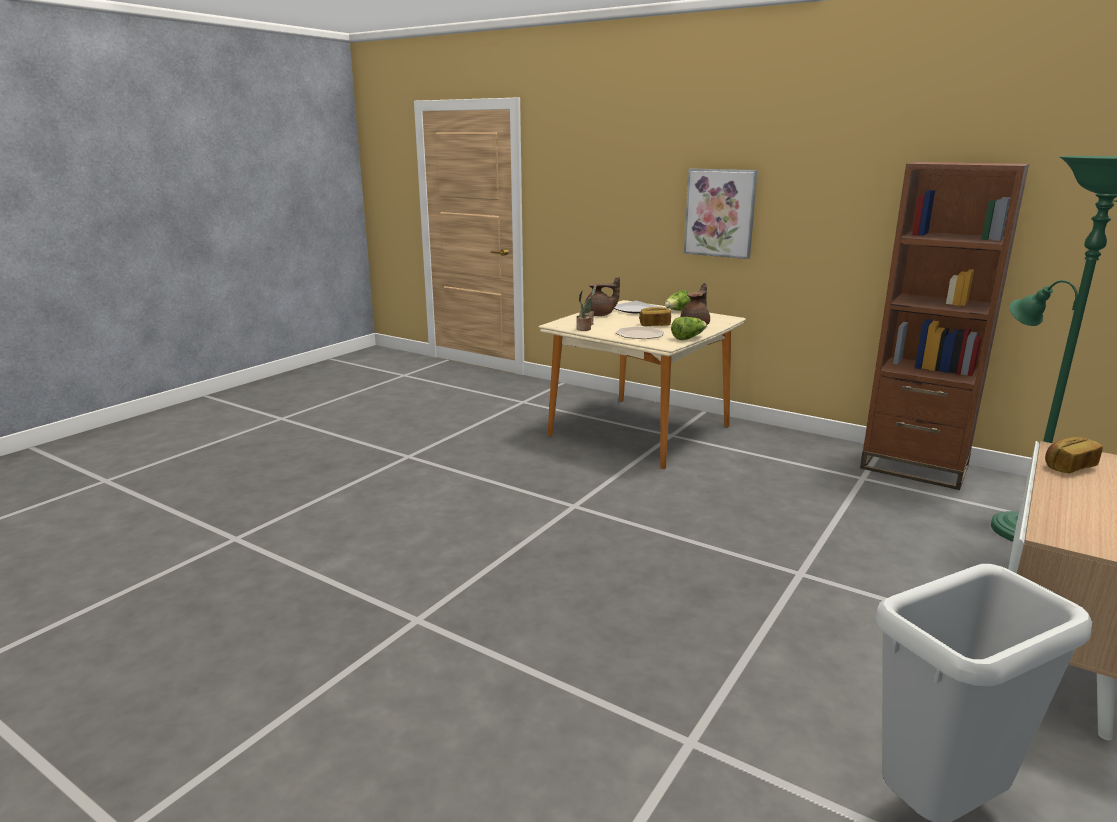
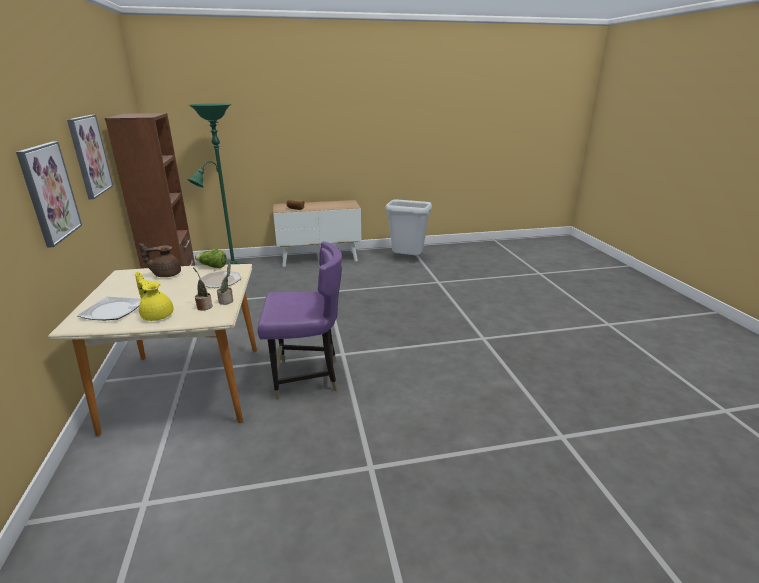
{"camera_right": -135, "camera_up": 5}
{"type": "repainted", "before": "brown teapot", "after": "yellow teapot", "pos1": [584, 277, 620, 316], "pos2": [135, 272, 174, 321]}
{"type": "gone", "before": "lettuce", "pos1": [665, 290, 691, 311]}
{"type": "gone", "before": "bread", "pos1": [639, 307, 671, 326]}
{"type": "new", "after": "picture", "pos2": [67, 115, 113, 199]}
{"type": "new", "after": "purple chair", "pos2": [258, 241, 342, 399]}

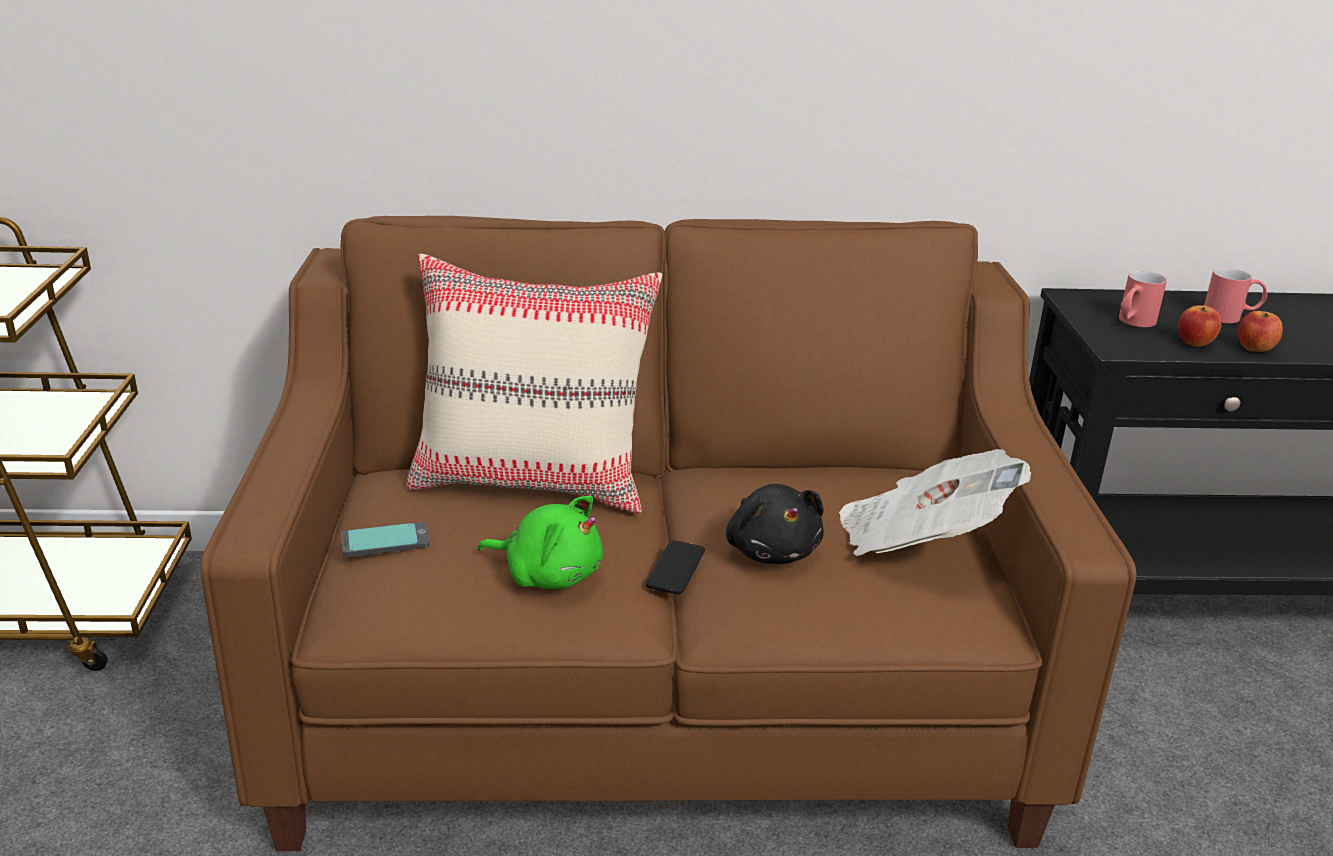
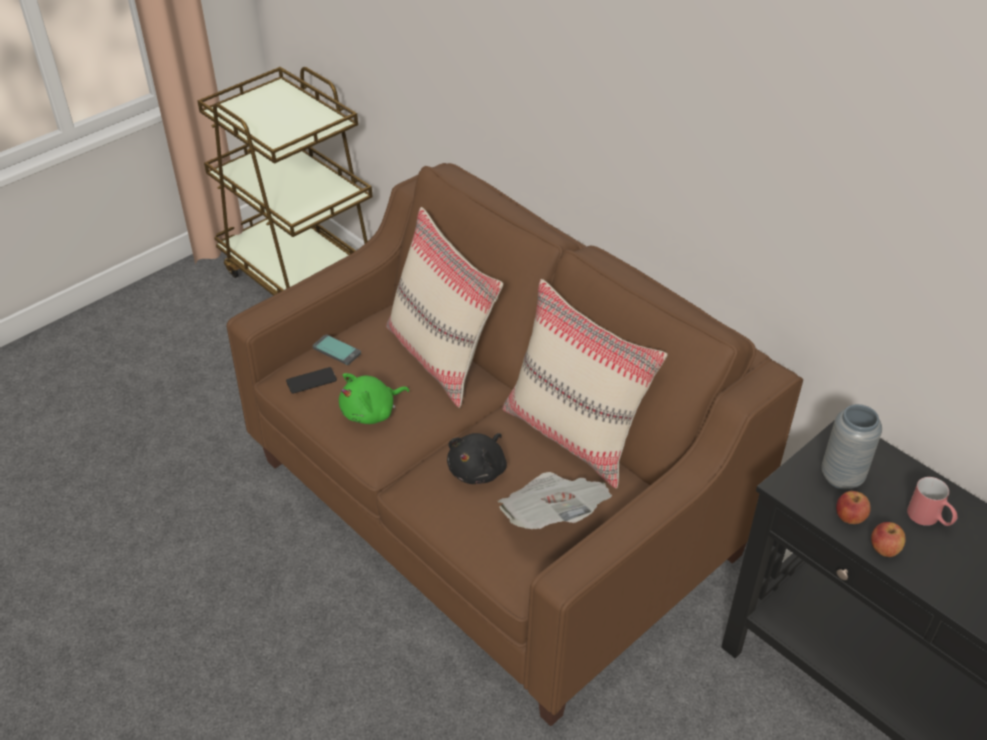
{"camera_right": 50, "camera_up": 15}
{"type": "swapped", "before": "red mug", "after": "grey vase", "pos1": [1119, 270, 1167, 327], "pos2": [821, 404, 882, 489]}
{"type": "rotated", "before": "green plush toy", "pos1": [478, 496, 603, 589], "pos2": [339, 373, 409, 424], "turn": 75}
{"type": "shifted", "before": "phone", "pos1": [646, 540, 705, 594], "pos2": [286, 367, 337, 394]}
{"type": "new", "after": "beige pillow", "pos2": [502, 279, 667, 489]}

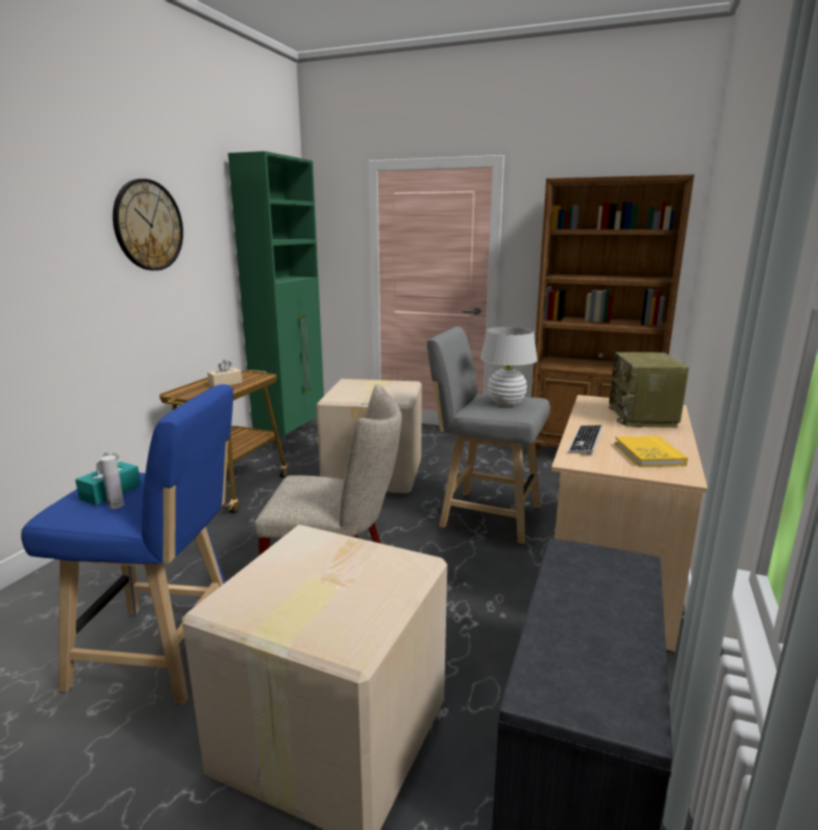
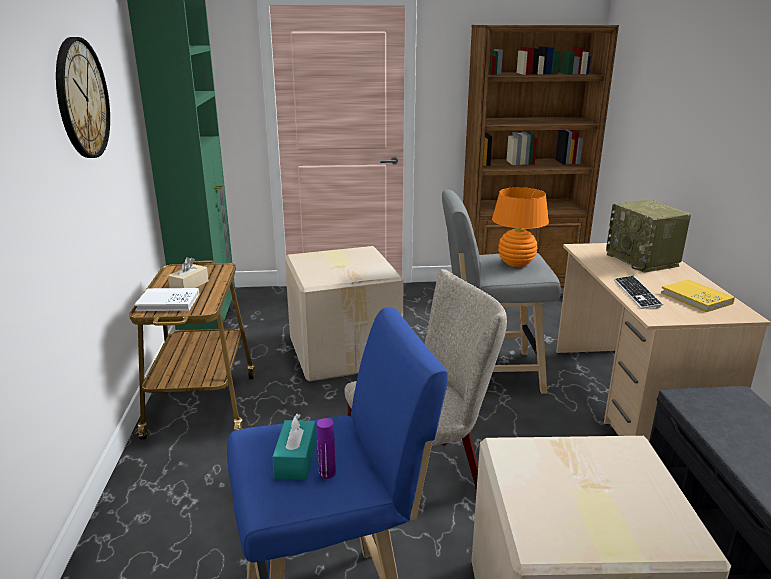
{"camera_right": -25, "camera_up": 5}
{"type": "repainted", "before": "white table lamp", "after": "orange table lamp", "pos1": [480, 327, 537, 406], "pos2": [492, 187, 549, 267]}
{"type": "repainted", "before": "white bottle", "after": "purple bottle", "pos1": [100, 455, 124, 509], "pos2": [317, 418, 336, 479]}
{"type": "new", "after": "white book", "pos2": [134, 288, 199, 311]}

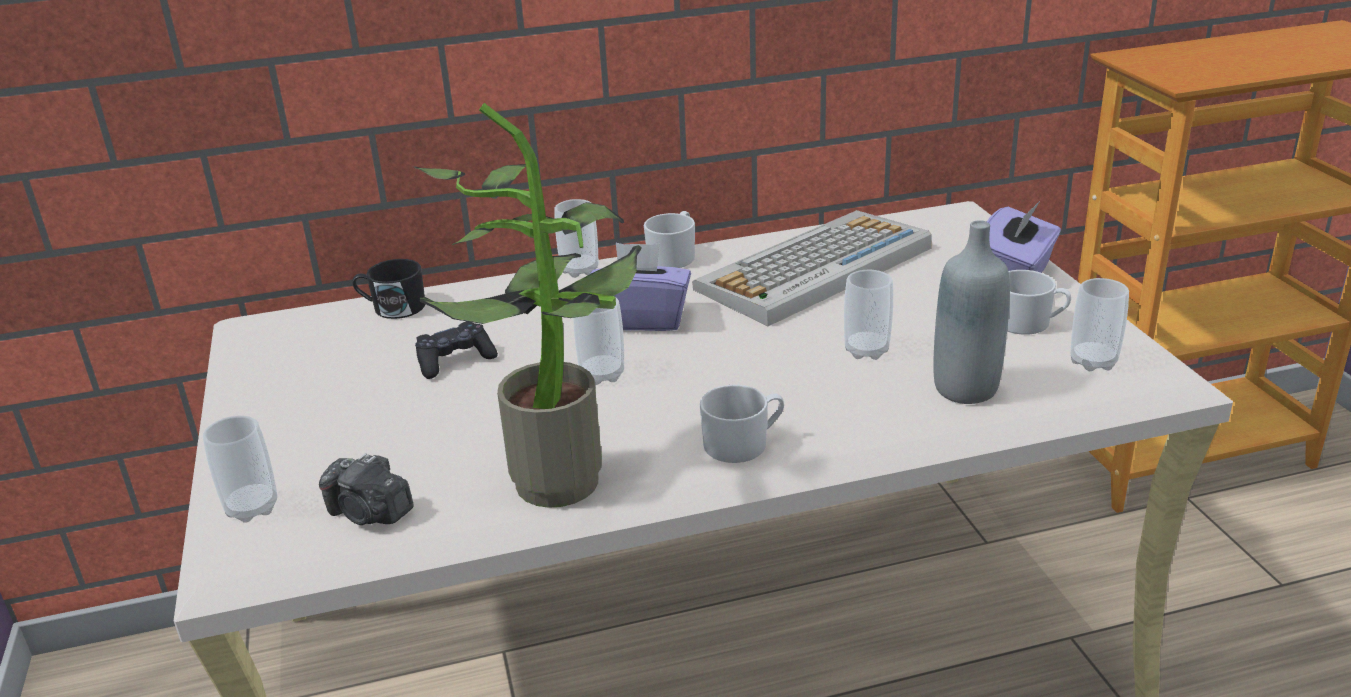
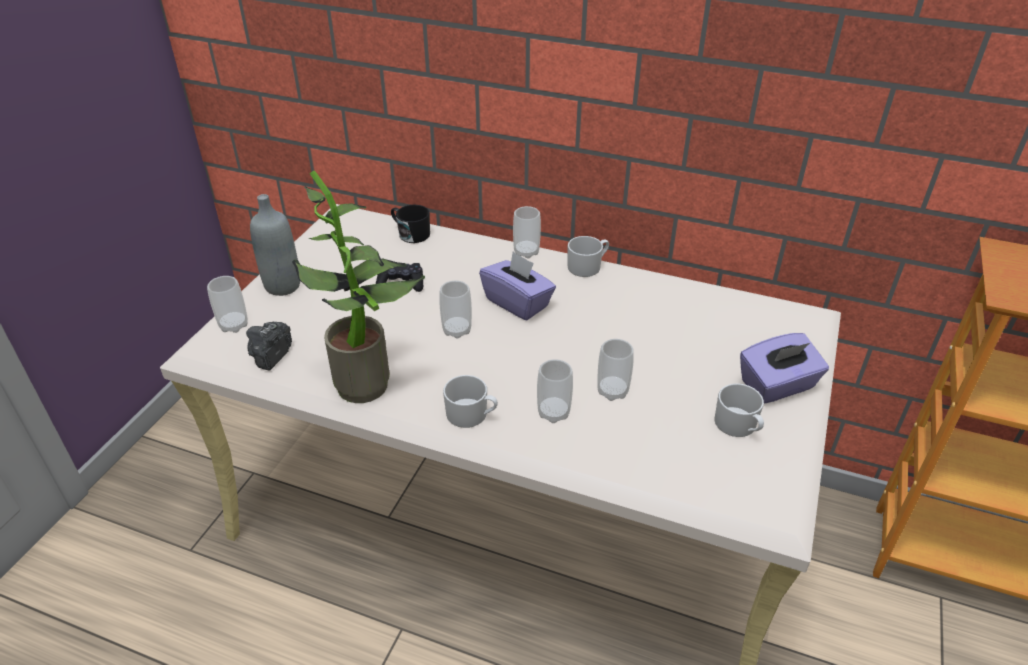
{"camera_right": 35, "camera_up": 10}
{"type": "gone", "before": "keyboard", "pos1": [692, 210, 932, 326]}
{"type": "shifted", "before": "grey bottle", "pos1": [933, 220, 1010, 404], "pos2": [250, 194, 300, 296]}
{"type": "shifted", "before": "cup", "pos1": [1070, 278, 1129, 371], "pos2": [537, 359, 573, 423]}
{"type": "rotated", "before": "photo camera", "pos1": [319, 453, 414, 525], "pos2": [246, 322, 292, 371], "turn": 45}

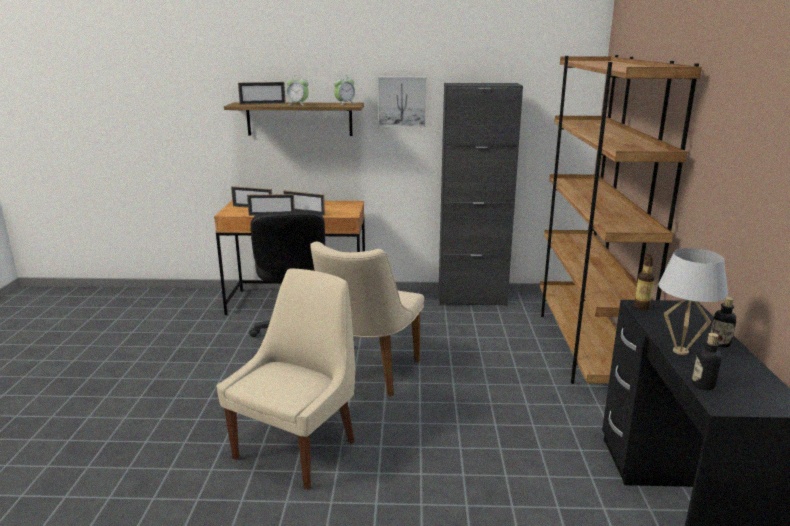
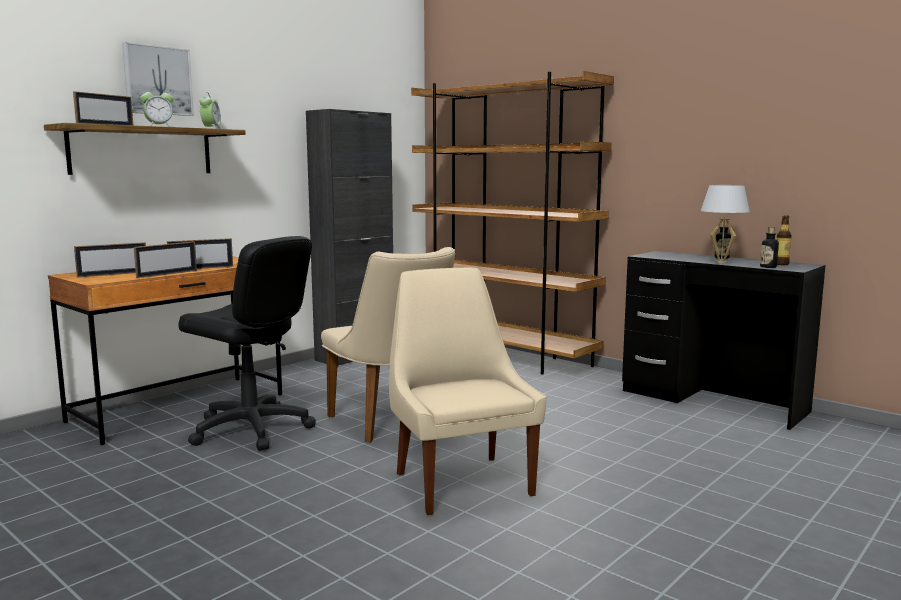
{"camera_right": -50, "camera_up": -10}
{"type": "shifted", "before": "picture", "pos1": [378, 77, 427, 127], "pos2": [122, 42, 194, 116]}
{"type": "shifted", "before": "bottle", "pos1": [634, 255, 655, 310], "pos2": [777, 215, 791, 265]}

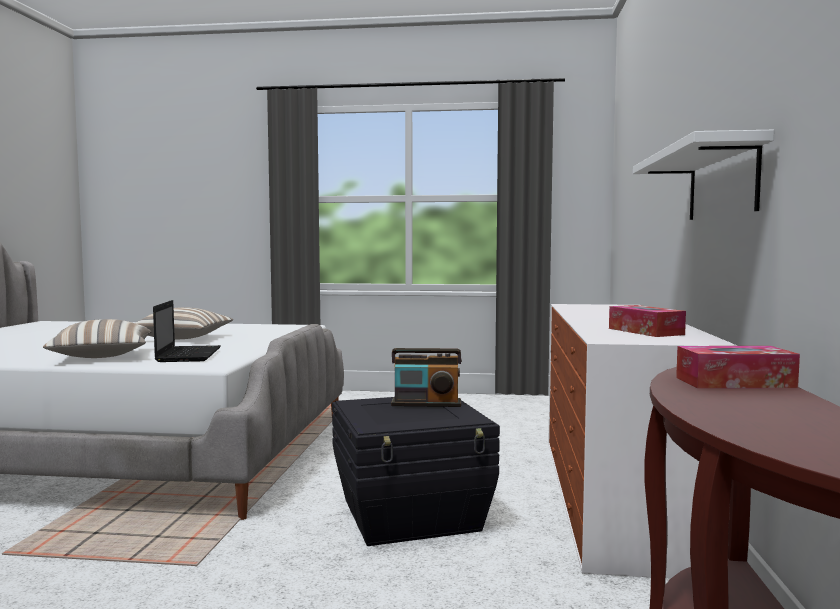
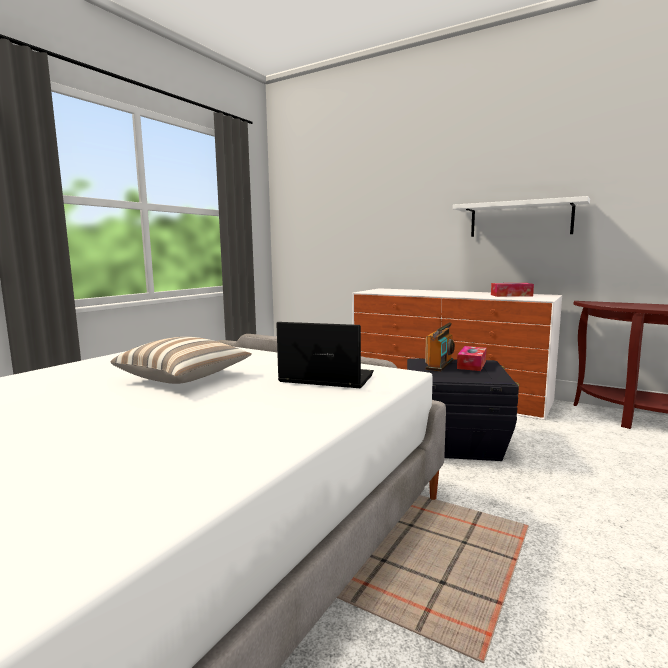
{"camera_right": -65, "camera_up": 5}
{"type": "gone", "before": "pillow", "pos1": [43, 319, 151, 358]}
{"type": "shifted", "before": "tissue box", "pos1": [676, 346, 800, 388], "pos2": [457, 346, 487, 371]}

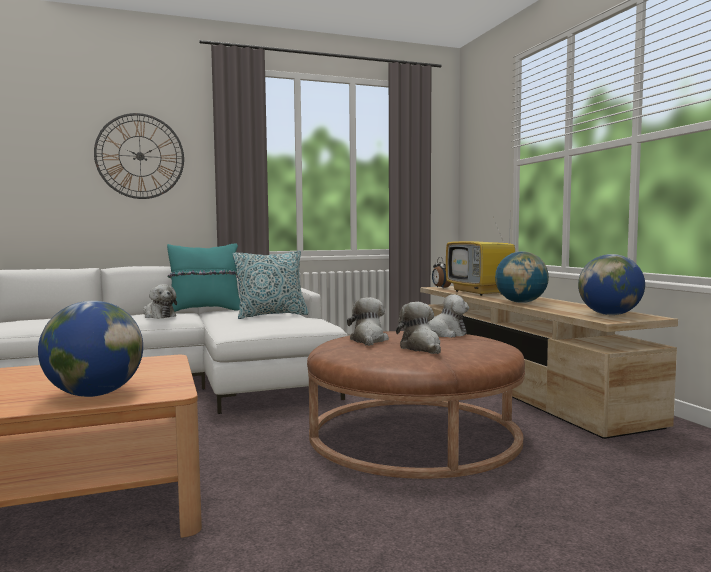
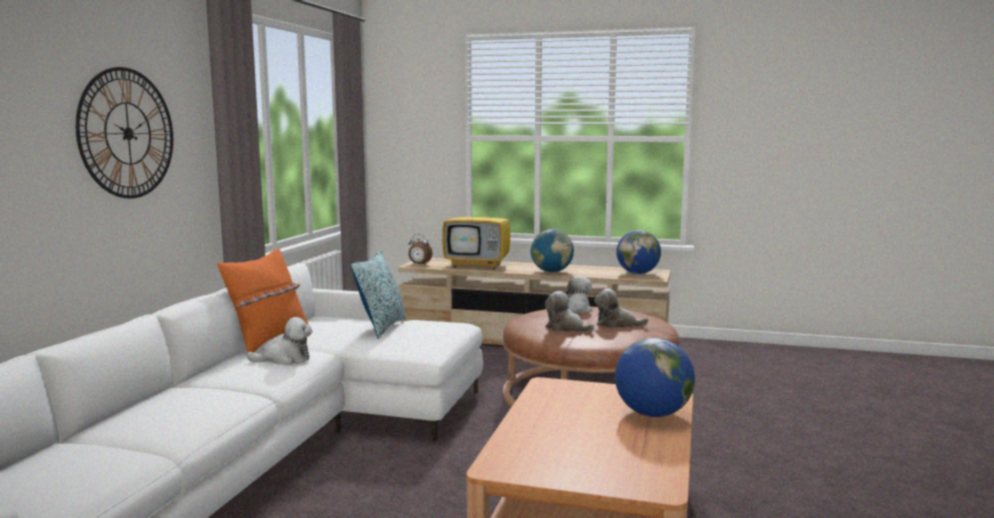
{"camera_right": -55, "camera_up": 5}
{"type": "repainted", "before": "turquoise pillow", "after": "orange pillow", "pos1": [167, 243, 240, 312], "pos2": [218, 248, 308, 353]}

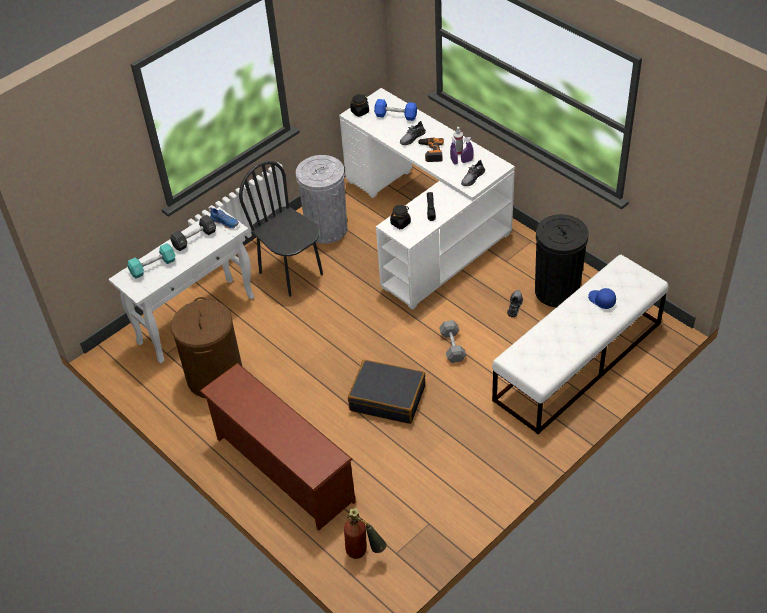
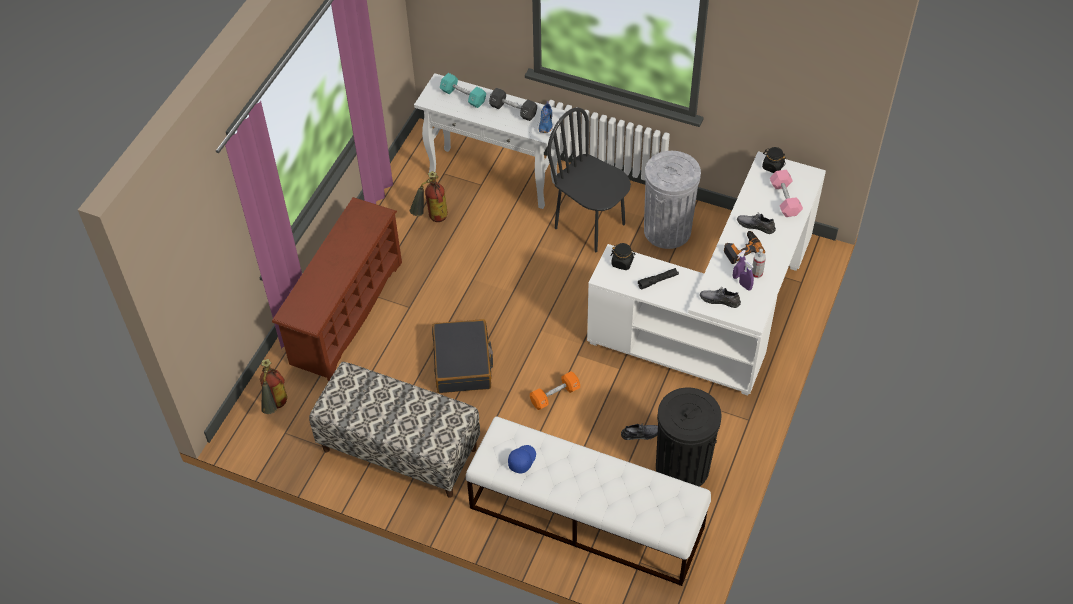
{"camera_right": 65, "camera_up": 5}
{"type": "repainted", "before": "blue dumbbell", "after": "pink dumbbell", "pos1": [374, 99, 417, 121], "pos2": [770, 170, 803, 217]}
{"type": "rotated", "before": "black chair", "pos1": [239, 161, 323, 297], "pos2": [547, 108, 631, 252], "turn": -75}
{"type": "shifted", "before": "blue cap", "pos1": [588, 288, 616, 309], "pos2": [508, 445, 536, 474]}
{"type": "swapped", "before": "brown laundry basket", "after": "fire extinguisher", "pos1": [171, 297, 242, 398], "pos2": [410, 171, 448, 222]}
{"type": "repainted", "before": "grey dumbbell", "after": "orange dumbbell", "pos1": [439, 320, 466, 363], "pos2": [530, 371, 580, 410]}
{"type": "new", "after": "bench", "pos2": [309, 362, 480, 498]}

